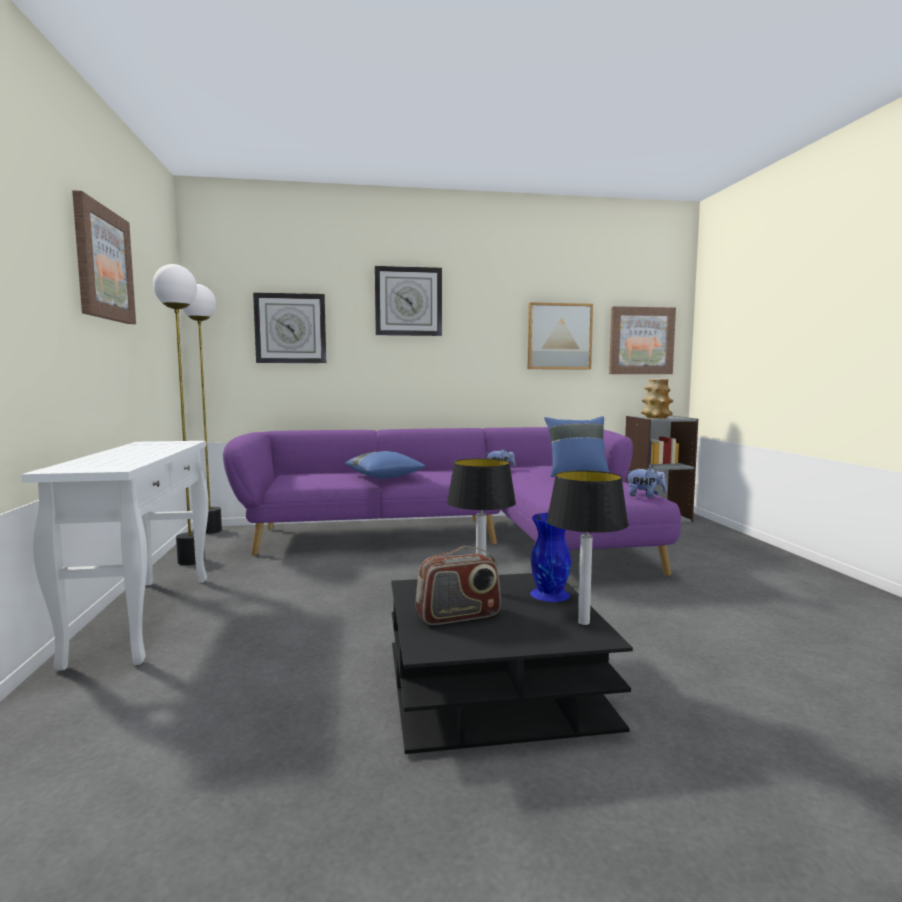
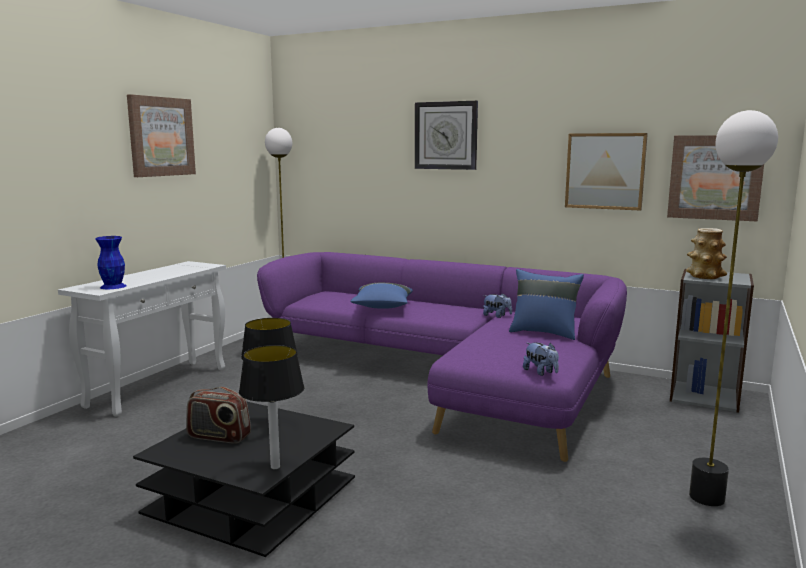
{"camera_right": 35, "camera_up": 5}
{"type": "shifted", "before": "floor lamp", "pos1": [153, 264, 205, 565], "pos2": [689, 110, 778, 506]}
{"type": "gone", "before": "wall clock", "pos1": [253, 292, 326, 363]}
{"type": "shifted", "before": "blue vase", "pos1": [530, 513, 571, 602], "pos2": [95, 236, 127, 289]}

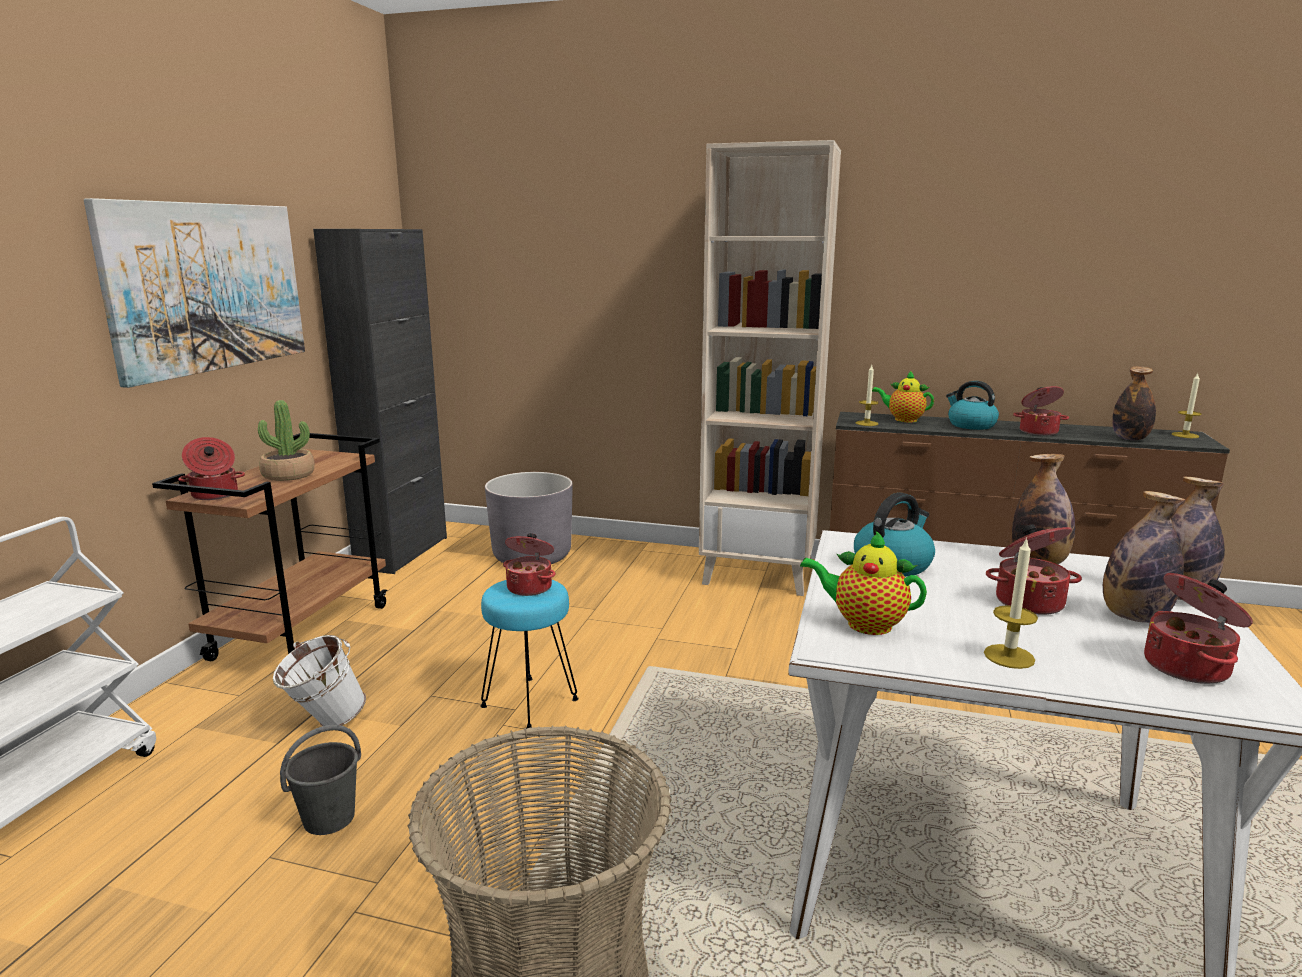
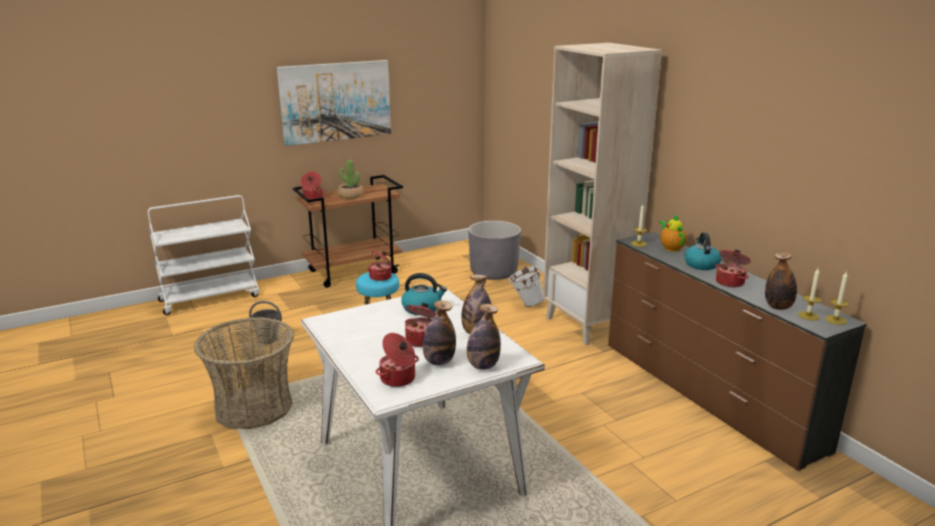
{"camera_right": 45, "camera_up": 5}
{"type": "gone", "before": "black cabinet", "pos1": [313, 229, 447, 574]}
{"type": "gone", "before": "teapot", "pos1": [800, 530, 927, 635]}
{"type": "shifted", "before": "candle", "pos1": [984, 537, 1038, 669], "pos2": [798, 268, 821, 320]}
{"type": "shifted", "before": "white bucket", "pos1": [273, 635, 366, 726], "pos2": [509, 266, 544, 307]}

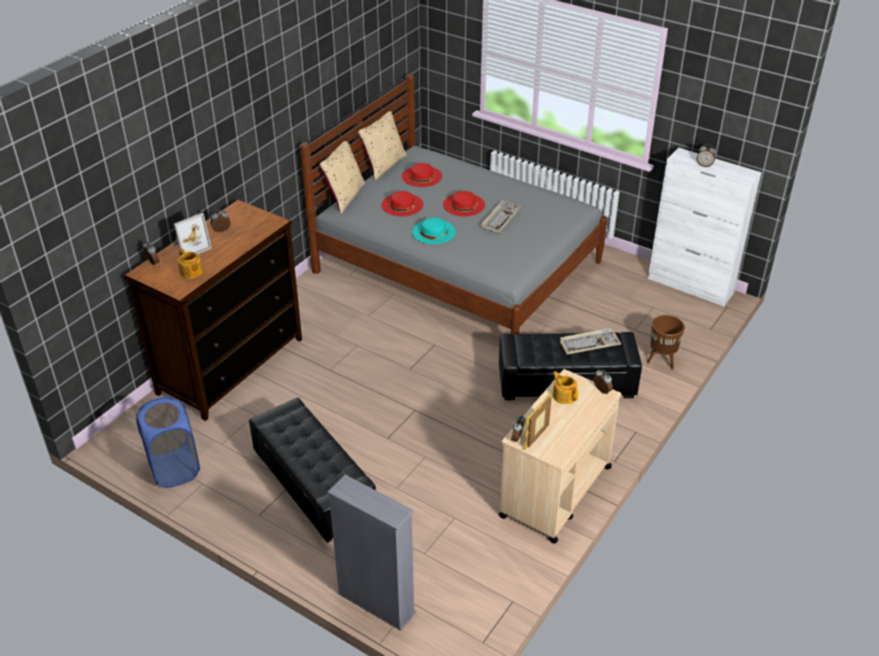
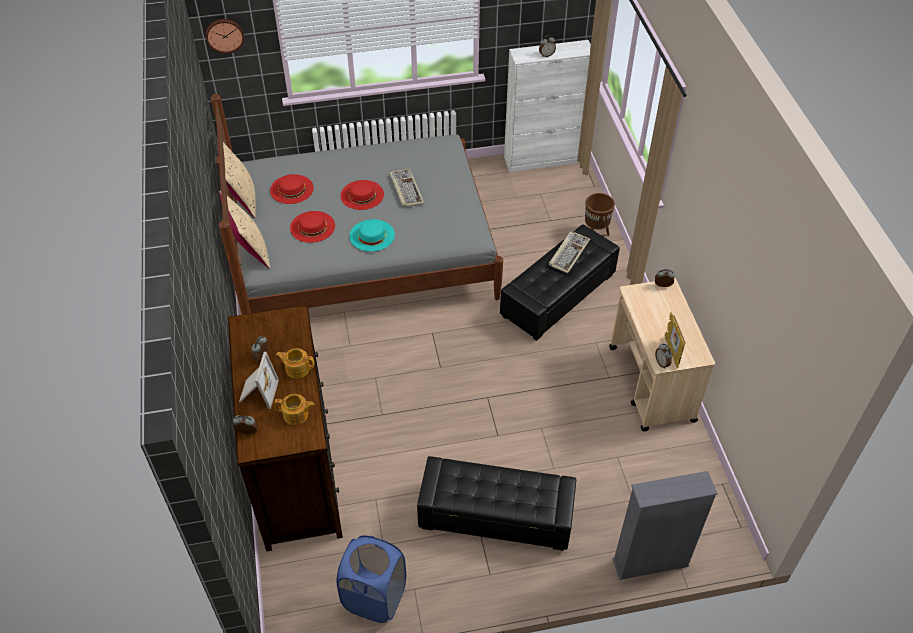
{"camera_right": -45, "camera_up": 10}
{"type": "shifted", "before": "teapot", "pos1": [553, 371, 579, 404], "pos2": [276, 348, 314, 378]}
{"type": "new", "after": "wall clock", "pos2": [206, 19, 244, 54]}

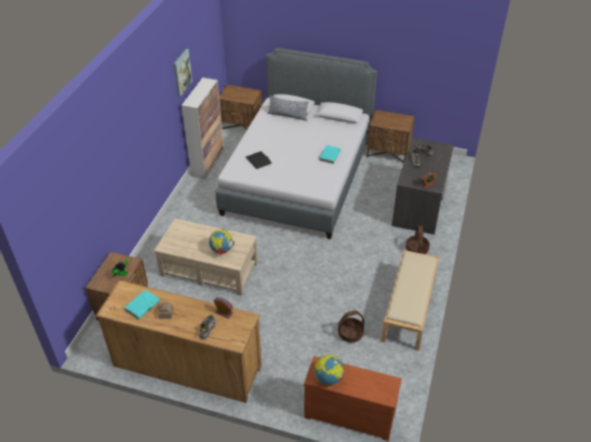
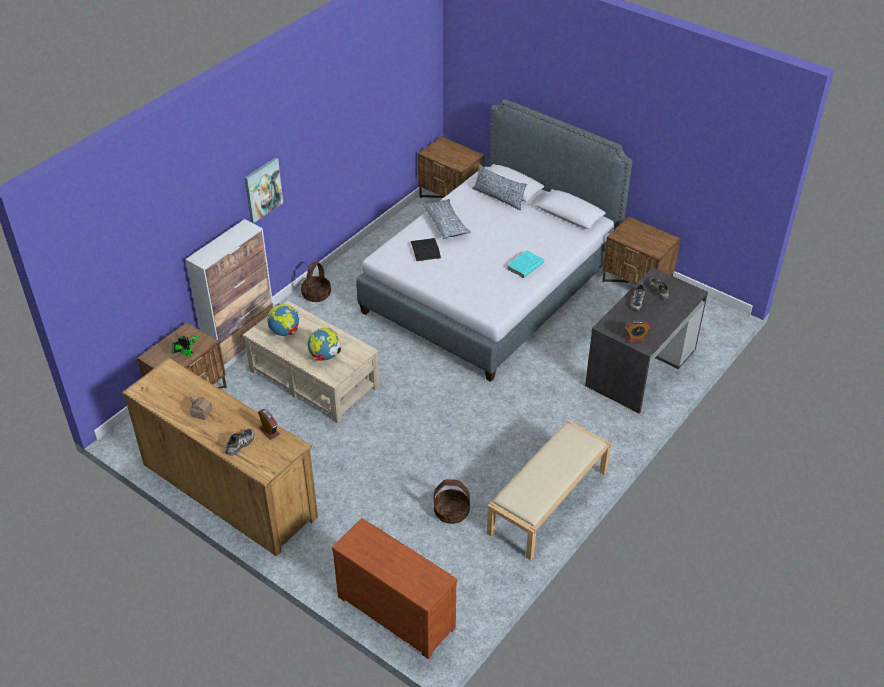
{"camera_right": 20, "camera_up": 0}
{"type": "shifted", "before": "picture", "pos1": [174, 49, 192, 97], "pos2": [245, 158, 283, 223]}
{"type": "shifted", "before": "cabinet", "pos1": [181, 77, 224, 180], "pos2": [185, 219, 273, 369]}
{"type": "shifted", "before": "basket", "pos1": [406, 226, 430, 254], "pos2": [301, 261, 331, 302]}
{"type": "gone", "before": "turquoise book", "pos1": [124, 290, 160, 319]}
{"type": "shifted", "before": "globe", "pos1": [314, 355, 344, 385], "pos2": [267, 303, 300, 336]}
{"type": "new", "after": "pillow", "pos2": [423, 199, 471, 240]}

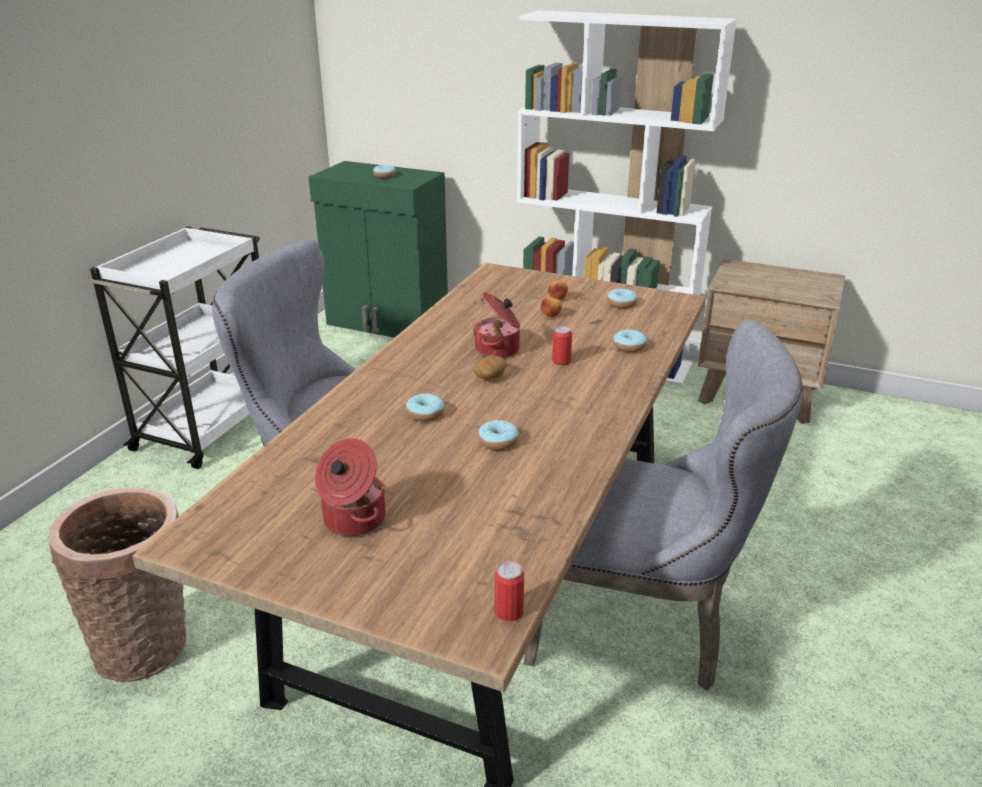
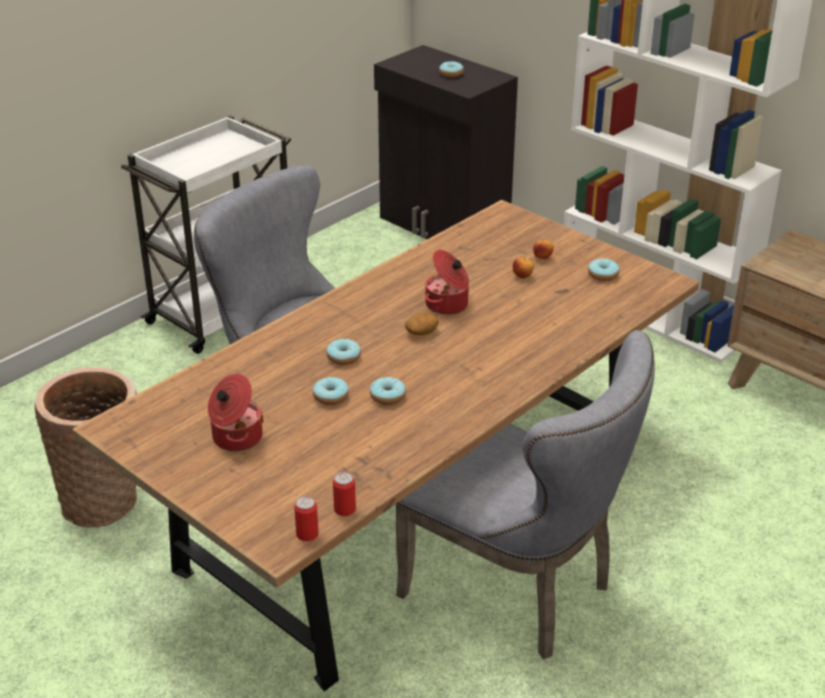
{"camera_right": 20, "camera_up": 5}
{"type": "repainted", "before": "green cabinet", "after": "black cabinet", "pos1": [309, 161, 448, 338], "pos2": [374, 45, 518, 239]}
{"type": "shifted", "before": "can", "pos1": [552, 326, 572, 365], "pos2": [333, 472, 356, 516]}
{"type": "shifted", "before": "donut", "pos1": [613, 329, 647, 352], "pos2": [312, 377, 349, 405]}

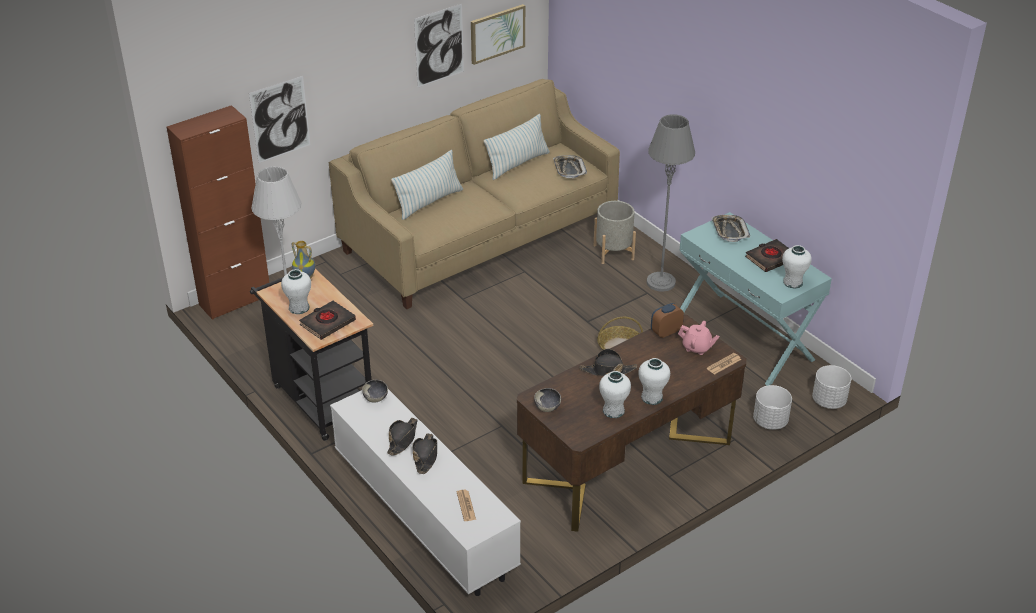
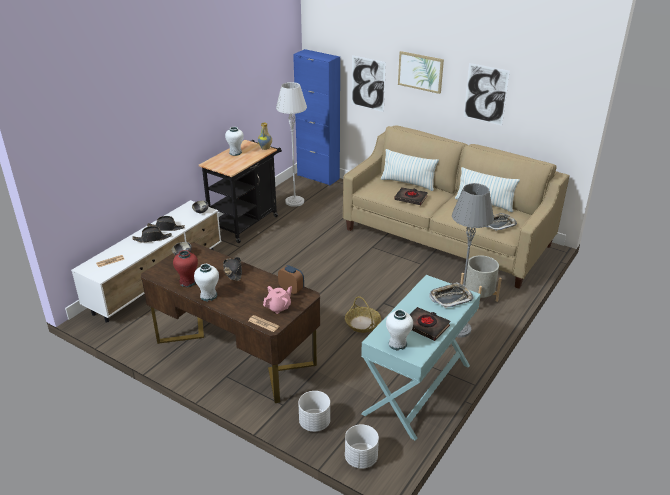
{"camera_right": 70, "camera_up": -5}
{"type": "shifted", "before": "picture", "pos1": [471, 4, 525, 65], "pos2": [398, 51, 444, 94]}
{"type": "repainted", "before": "brown cabinet", "after": "blue cabinet", "pos1": [167, 105, 270, 320], "pos2": [293, 49, 340, 186]}
{"type": "shifted", "before": "black book", "pos1": [299, 301, 356, 340], "pos2": [394, 187, 428, 205]}
{"type": "rotated", "before": "pink teapot", "pos1": [678, 321, 719, 355], "pos2": [263, 286, 292, 314], "turn": -135}
{"type": "repainted", "before": "white vase", "after": "red vase", "pos1": [599, 371, 631, 418], "pos2": [173, 250, 198, 287]}

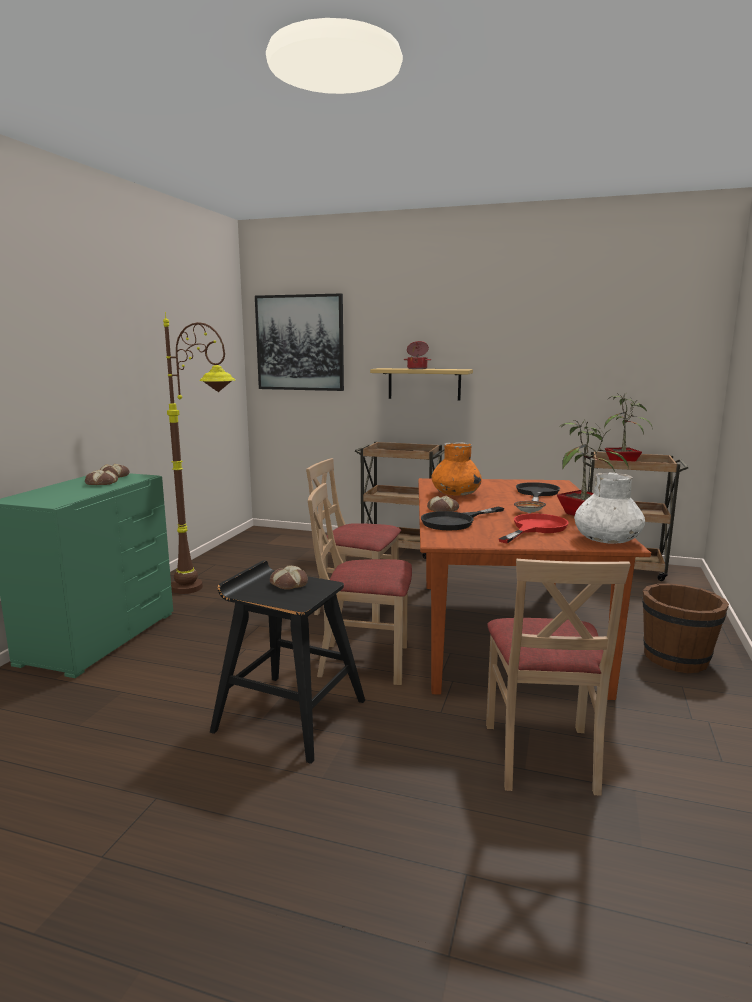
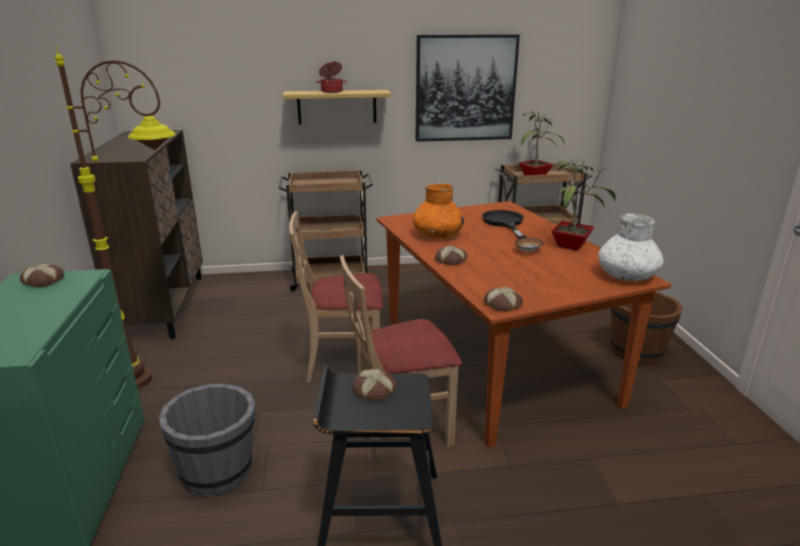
{"camera_right": -25, "camera_up": 10}
{"type": "shifted", "before": "picture", "pos1": [255, 294, 344, 391], "pos2": [416, 34, 520, 142]}
{"type": "shifted", "before": "bread", "pos1": [85, 470, 118, 485], "pos2": [484, 287, 523, 311]}
{"type": "gone", "before": "black frying pan", "pos1": [421, 507, 504, 531]}
{"type": "gone", "before": "red frying pan", "pos1": [499, 513, 569, 544]}
{"type": "gone", "before": "beige chair", "pos1": [486, 559, 630, 796]}
{"type": "new", "after": "brown cabinet", "pos2": [70, 130, 203, 339]}
{"type": "new", "after": "grey bucket", "pos2": [159, 384, 255, 496]}

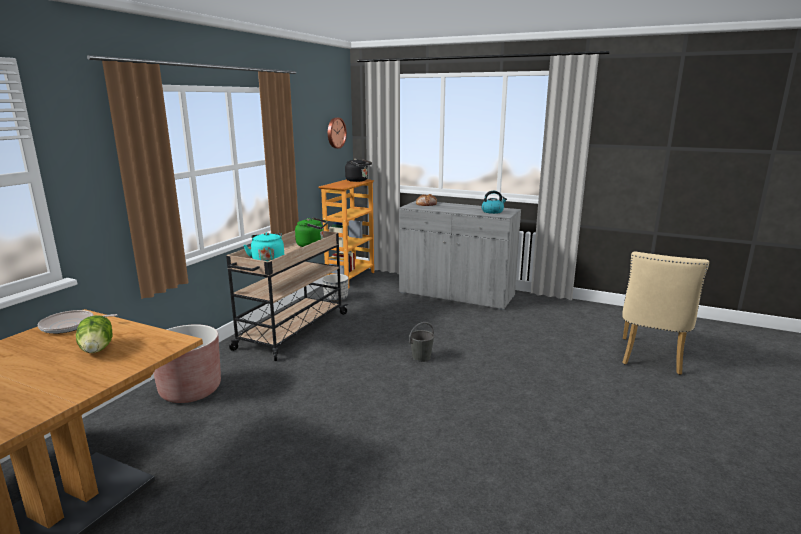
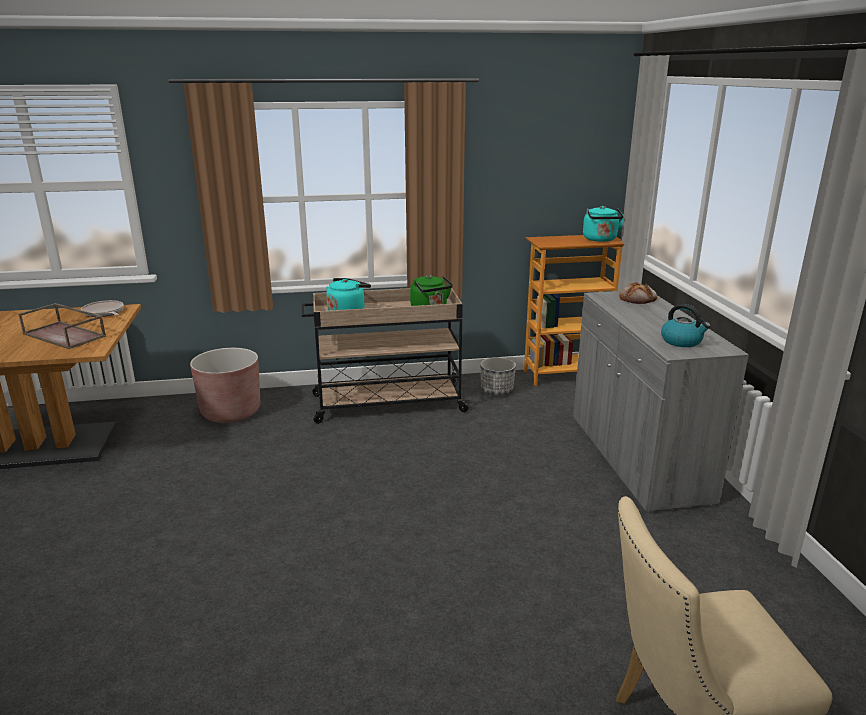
{"camera_right": 55, "camera_up": 5}
{"type": "gone", "before": "wall clock", "pos1": [328, 118, 347, 149]}
{"type": "repainted", "before": "black kettle", "after": "turquoise kettle", "pos1": [345, 158, 372, 182], "pos2": [583, 206, 624, 242]}
{"type": "swapped", "before": "lettuce", "after": "brown tray", "pos1": [76, 315, 113, 353], "pos2": [18, 303, 106, 349]}
{"type": "gone", "before": "grey bucket", "pos1": [409, 322, 435, 362]}

